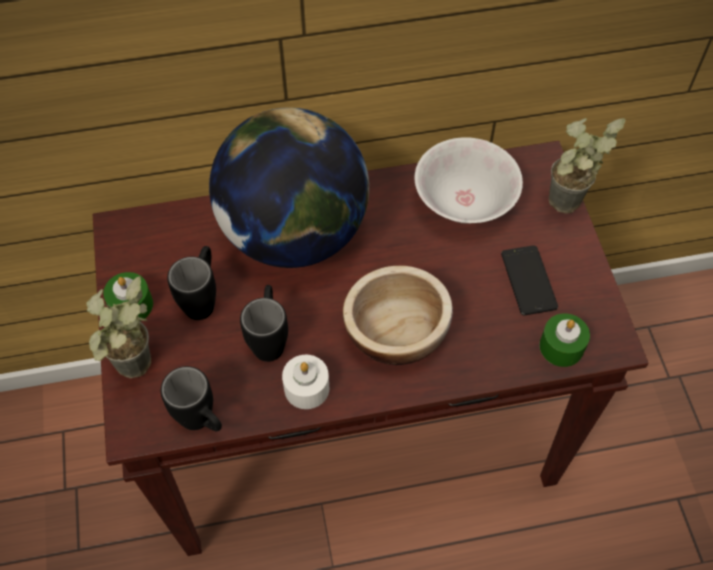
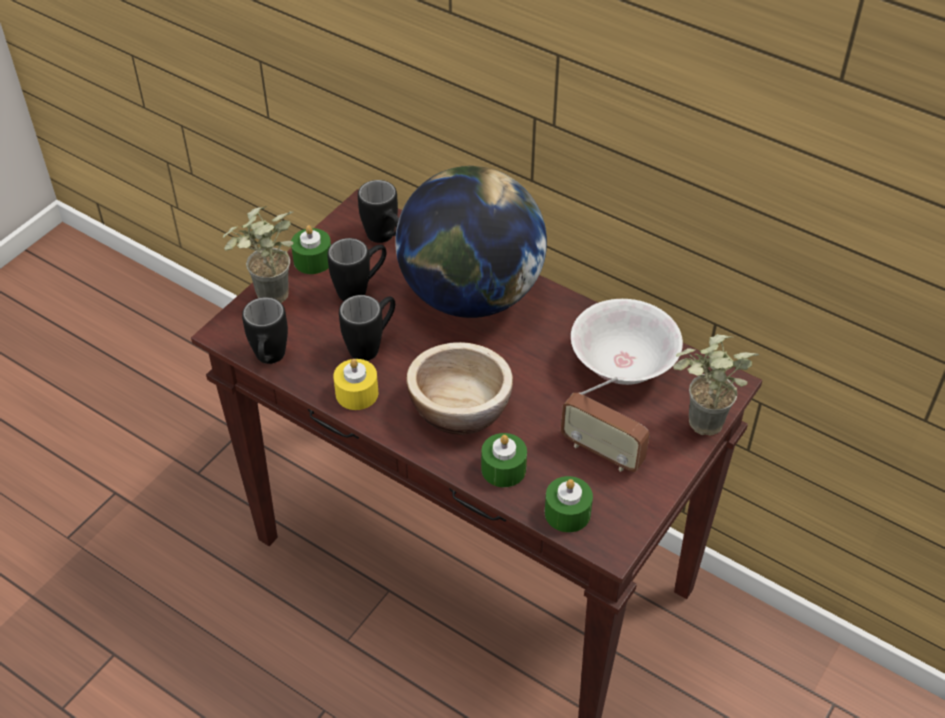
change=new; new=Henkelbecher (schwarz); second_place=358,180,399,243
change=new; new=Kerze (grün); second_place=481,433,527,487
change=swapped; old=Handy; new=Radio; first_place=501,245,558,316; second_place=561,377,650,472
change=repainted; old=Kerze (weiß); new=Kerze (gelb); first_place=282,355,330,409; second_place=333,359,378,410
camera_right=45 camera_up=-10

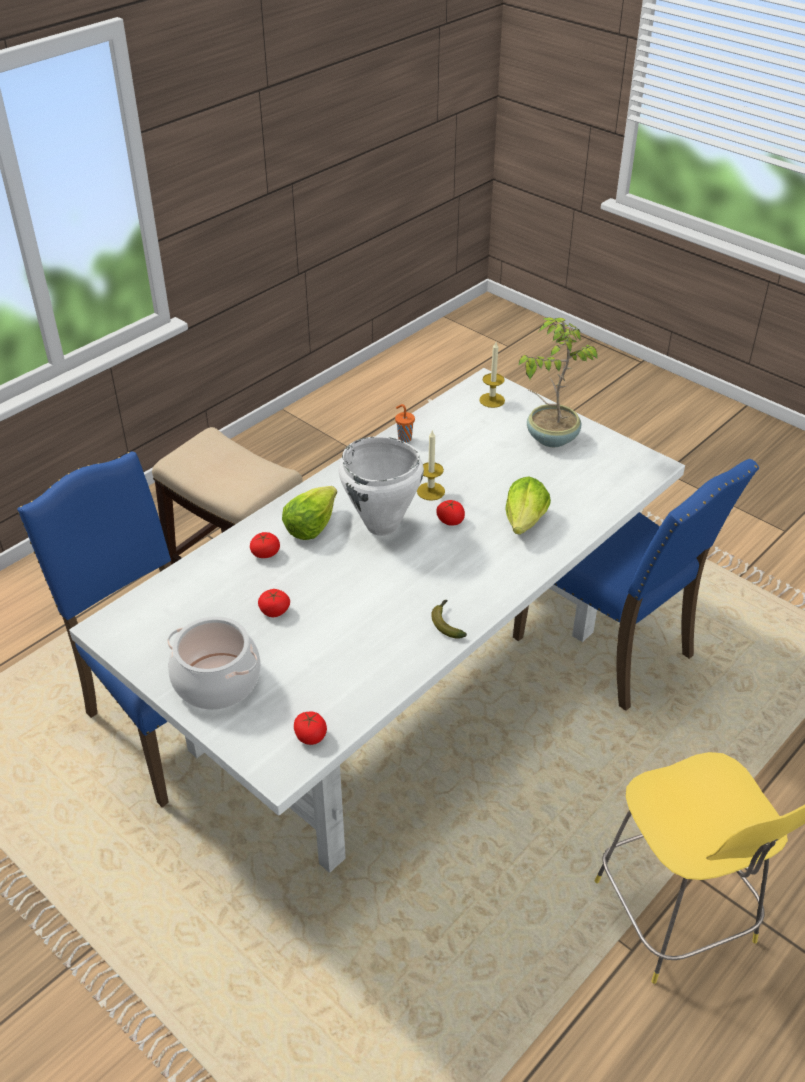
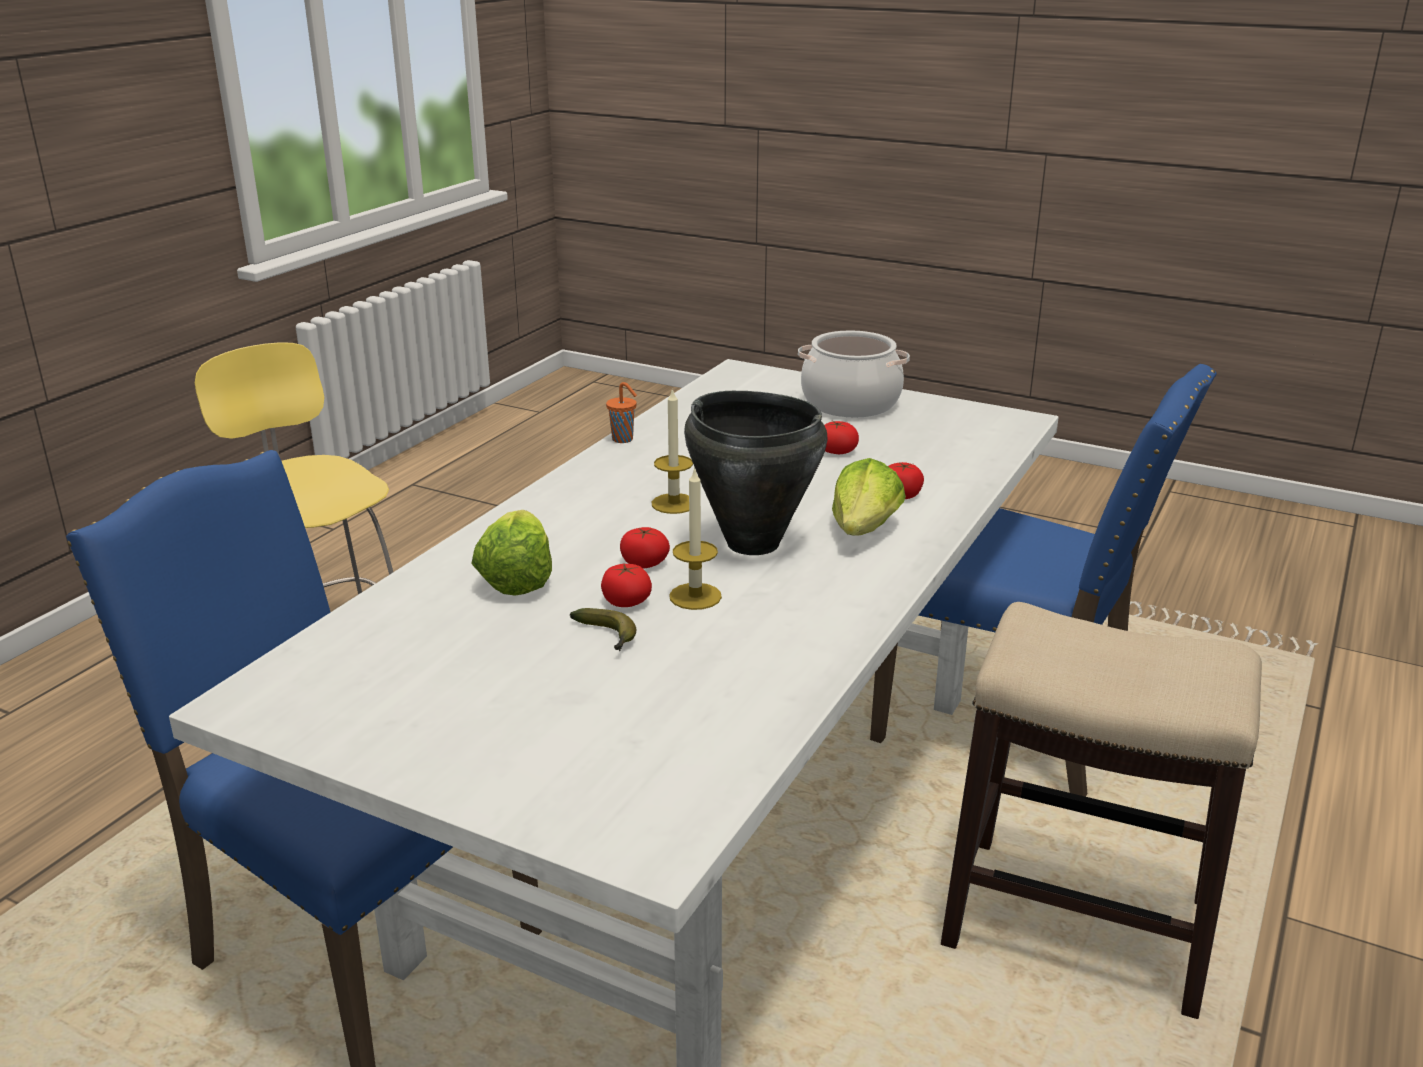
change=gone; old=Topfpflanze; first_place=519,317,598,447
change=shifted; old=Tomate; first_place=294,712,327,745; second_place=601,564,652,607
change=shifted; old=Tasse (orange); first_place=395,404,415,442; second_place=606,382,637,443
change=shifted; old=Banane; first_place=431,600,467,638; second_place=570,608,636,651
change=shifted; old=Kerze; first_place=479,342,505,408; second_place=652,388,693,514
change=repainted; old=Kochtopf (weiß); new=Kochtopf (schwarz); first_place=339,436,424,536; second_place=684,391,827,555
camera_right=165 camera_up=-15

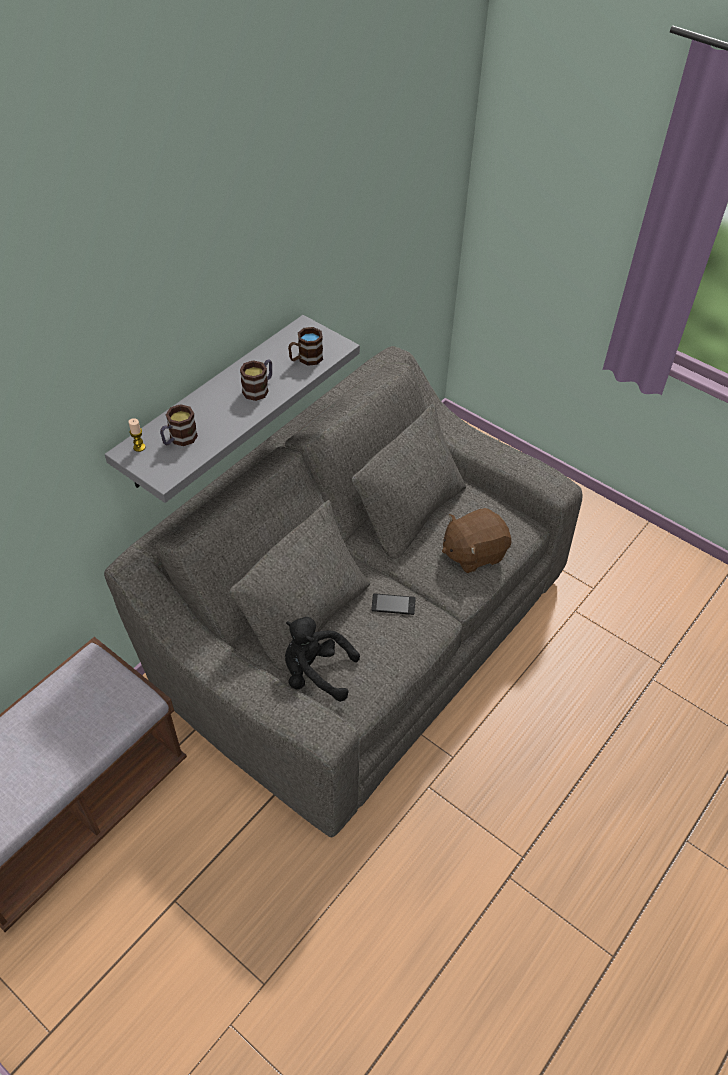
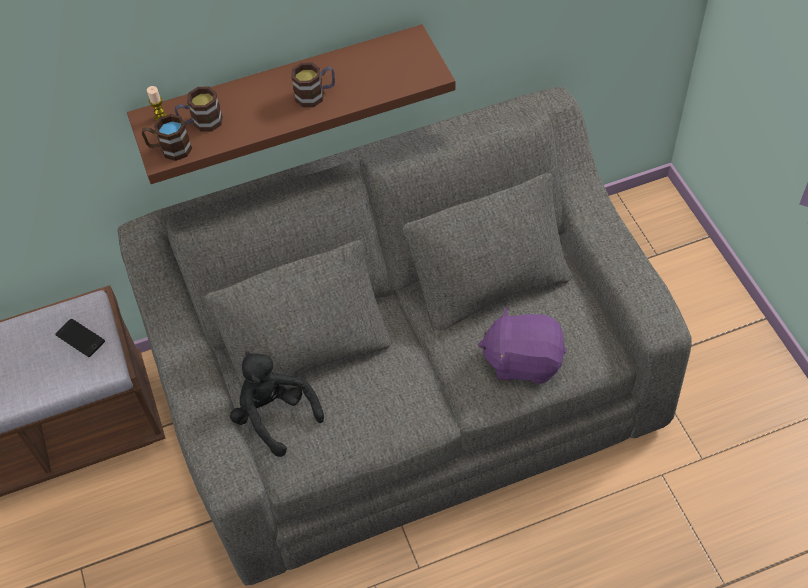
change=shifted; old=Henkelbecher (braun); first_place=288,327,323,366; second_place=142,114,192,161
change=shifted; old=Handy; first_place=371,593,416,615; second_place=55,319,105,357
change=repainted; old=Wandregal (grau); new=Wandregal (braun); first_place=105,315,360,503; second_place=127,24,456,184
change=repainted; old=Plüschtier (braun); new=Plüschtier (lila); first_place=442,508,511,573; second_place=478,306,566,384
camera_right=35 camera_up=5

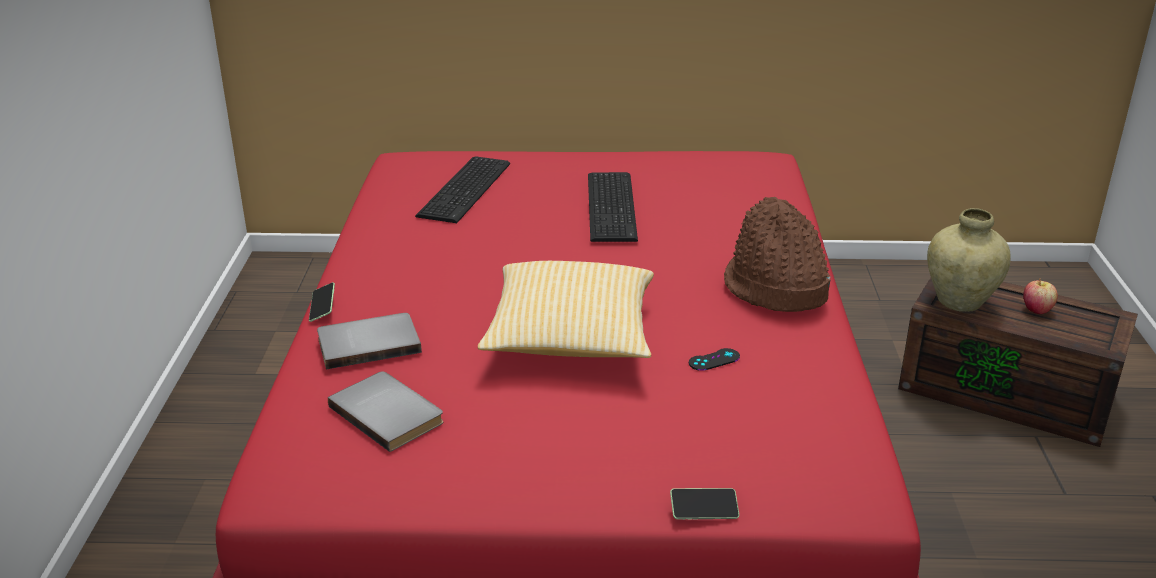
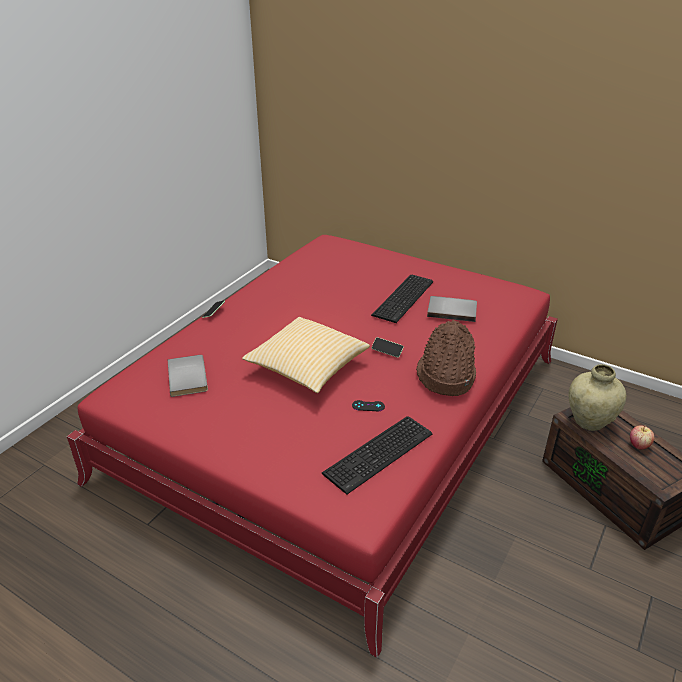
change=shifted; old=Buch (grau); first_place=317,313,422,369; second_place=427,296,477,322
change=shifted; old=Tastatur; first_place=415,156,510,223; second_place=322,416,432,495
change=shifted; old=Handy; first_place=670,488,739,520; second_place=371,337,404,358
camera_right=30 camera_up=5

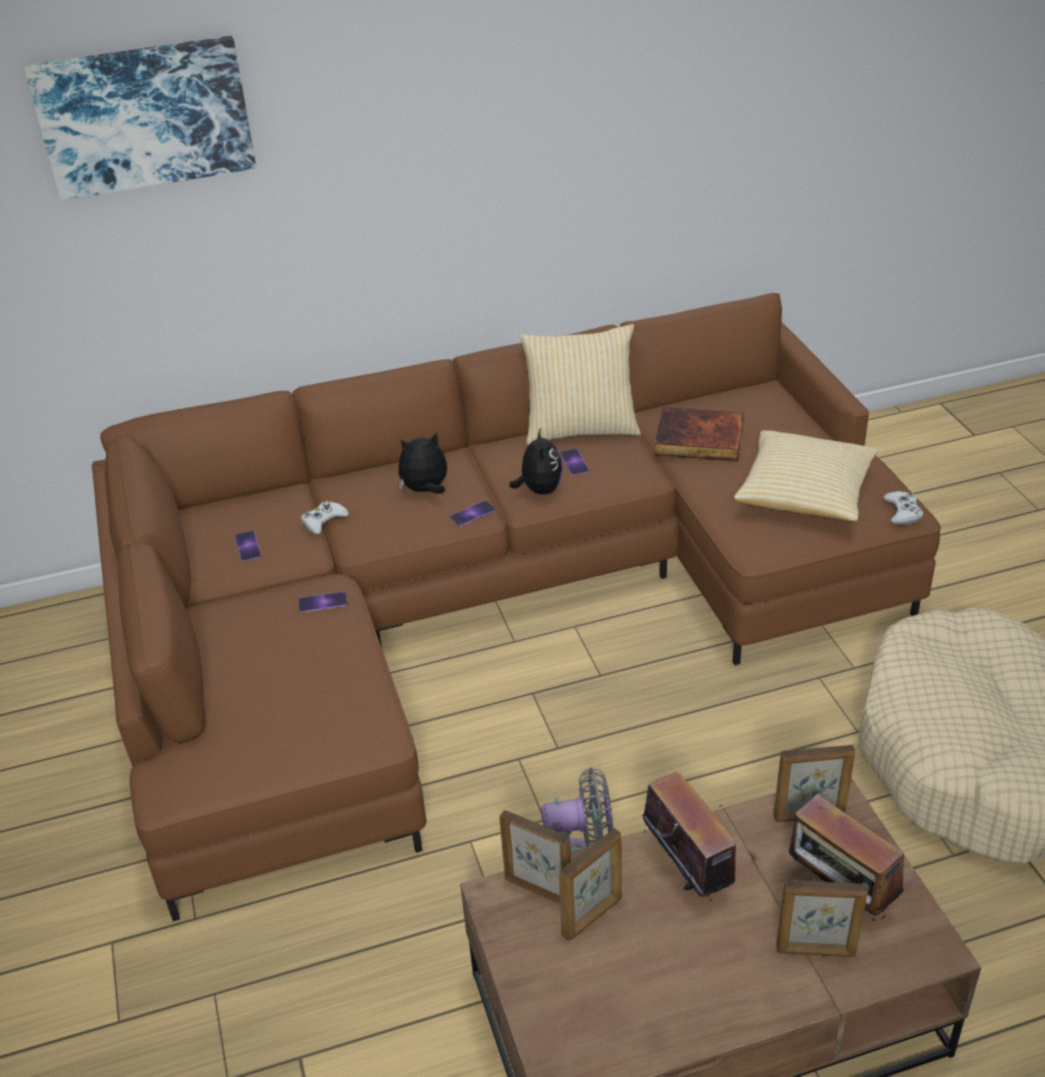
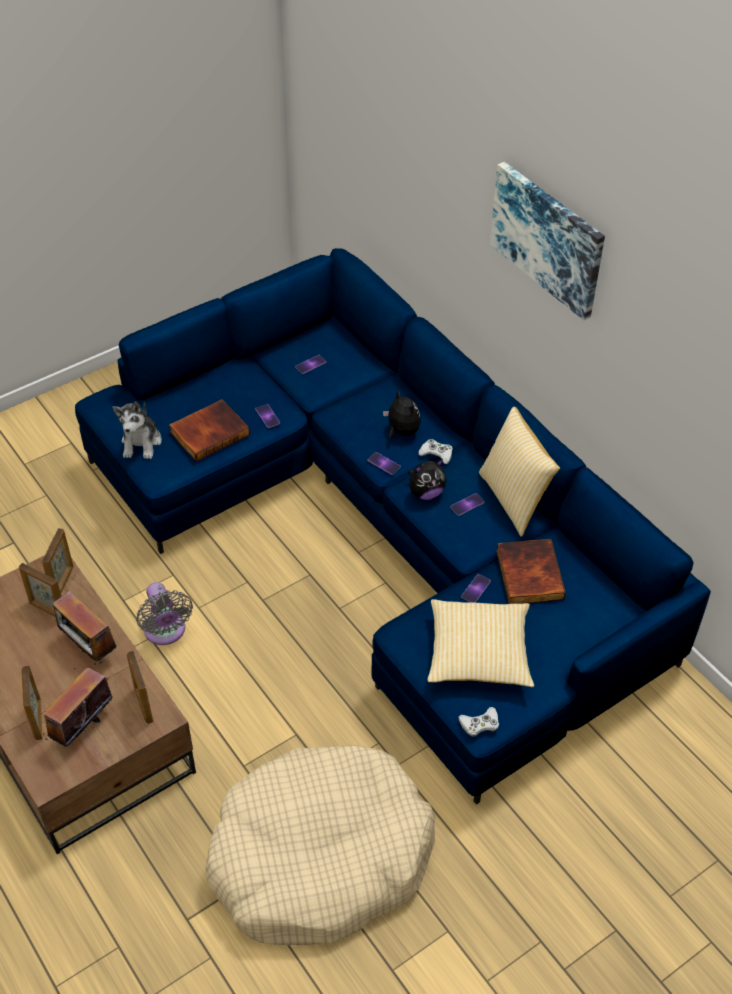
change=new; new=Plüschtier; second_place=112,401,162,459
change=new; new=Buch; second_place=169,399,250,461
change=new; new=Handy; second_place=461,574,491,603
change=shifted; old=Bild; first_place=24,36,256,200; second_place=490,162,605,320
change=shifted; old=Gamepad (weiß); first_place=301,501,349,535; second_place=419,439,453,464
change=repainted; old=Sofa (braun); new=Sofa (blau); first_place=92,293,941,921; second_place=75,248,711,805
change=rotated; old=Radio; first_place=643,772,736,904; second_place=53,591,117,665; degrees=90
camera_right=70 camera_up=10

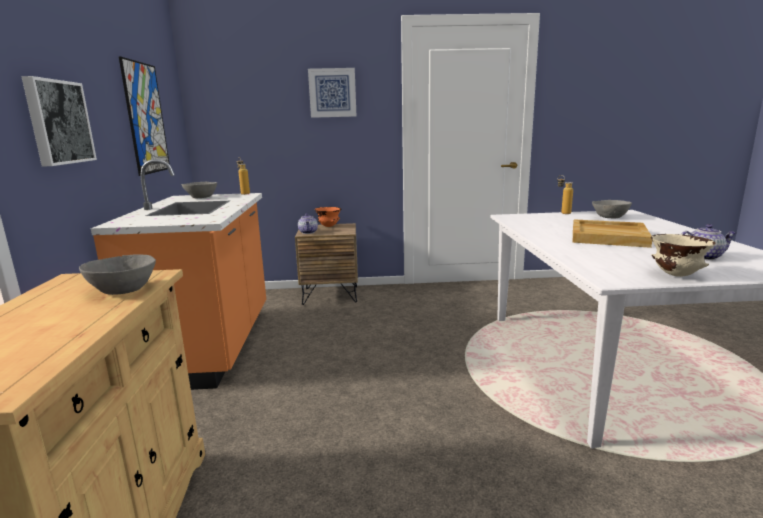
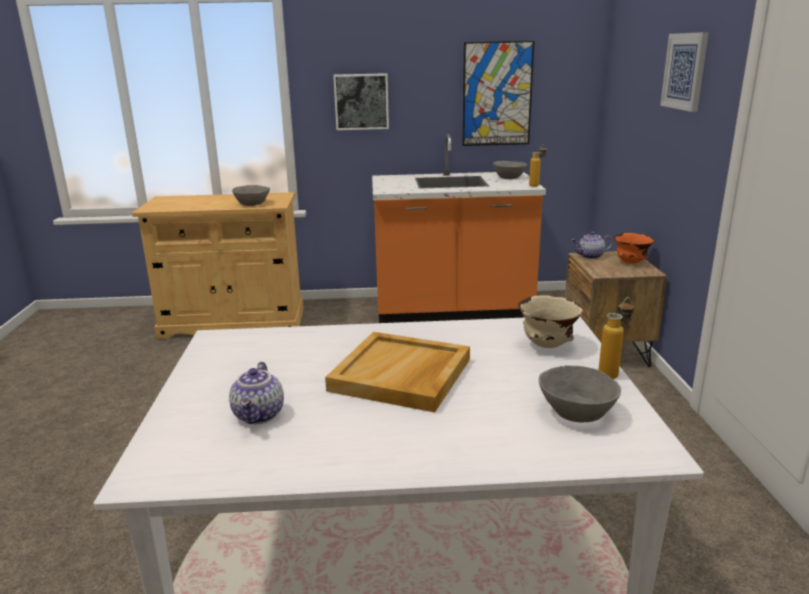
change=shifted; old=Schüssel (beige); first_place=651,234,715,277; second_place=518,295,583,348
camera_right=90 camera_up=5

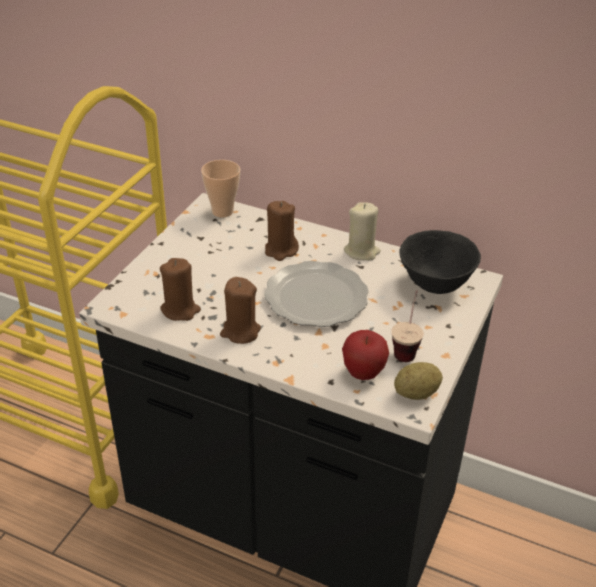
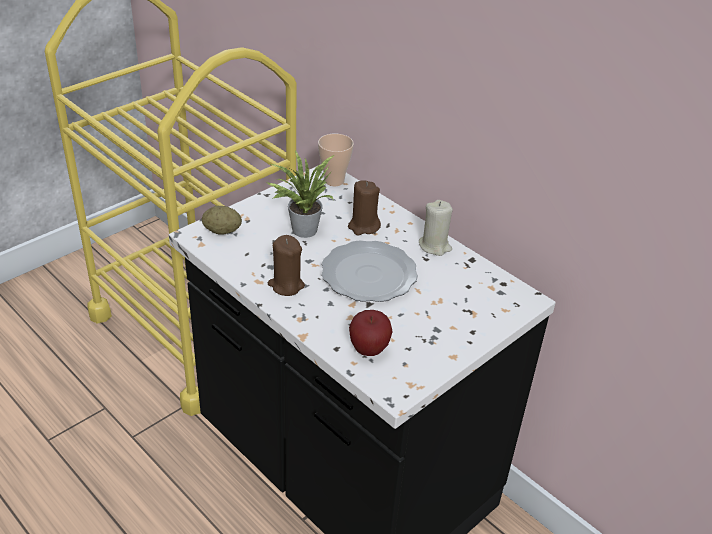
change=gone; old=Kerze (braun); first_place=160,258,201,321
change=gone; old=Tasse; first_place=391,290,424,362
change=gone; old=Schüssel (schwarz); first_place=399,230,481,294
change=new; new=Topfpflanze; second_place=266,151,334,238
change=shifted; old=Kartoffel; first_place=394,362,443,400; second_place=202,206,242,235
camera_right=20 camera_up=0

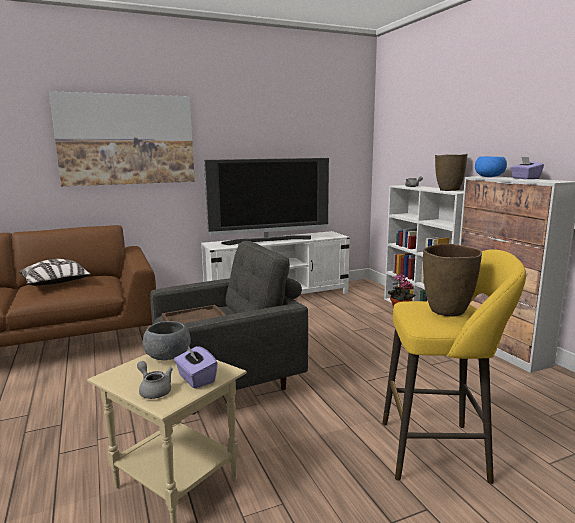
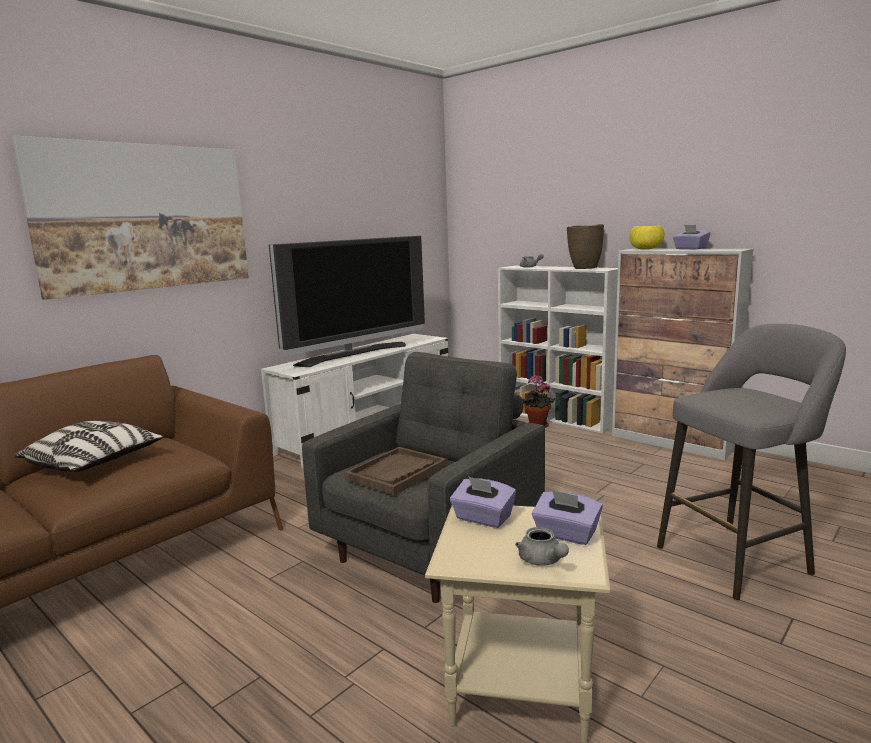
change=gone; old=Vase (braun); first_place=423,244,482,316
change=swapped; old=Schüssel (grau); new=Taschentuchbox (lila); first_place=143,321,191,360; second_place=450,476,516,528
change=repainted; old=Hocker (gelb); new=Hocker (grau); first_place=382,249,526,484; second_place=657,324,846,600
change=repainted; old=Schüssel (blau); new=Schüssel (gelb); first_place=475,156,507,177; second_place=629,226,665,250
change=rotated; old=Teekanne (grau); first_place=137,361,173,399; second_place=515,527,569,566; degrees=-135
camera_right=-25 camera_up=0

